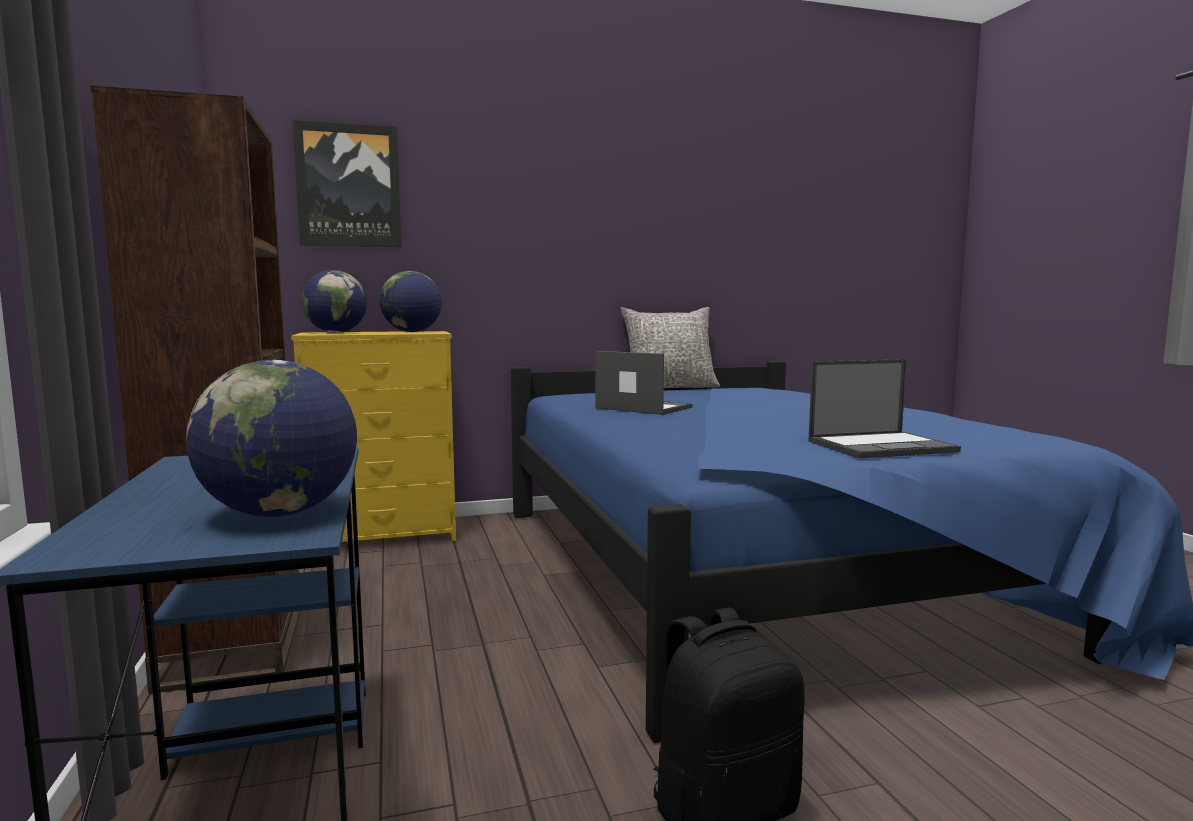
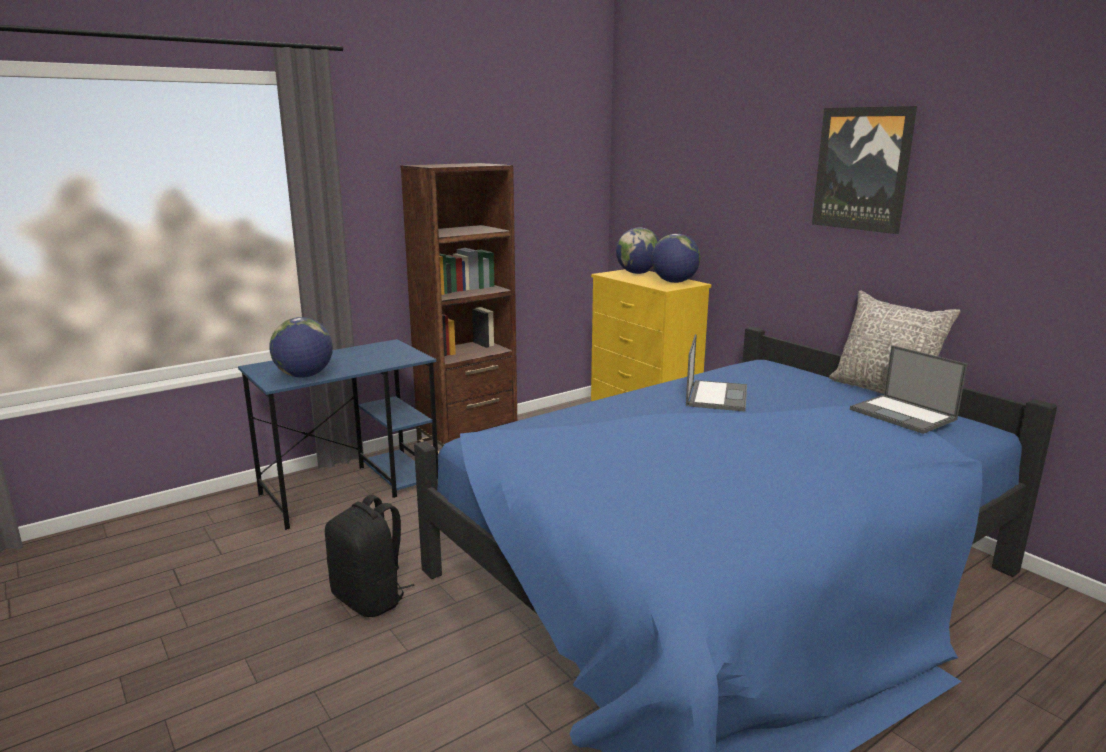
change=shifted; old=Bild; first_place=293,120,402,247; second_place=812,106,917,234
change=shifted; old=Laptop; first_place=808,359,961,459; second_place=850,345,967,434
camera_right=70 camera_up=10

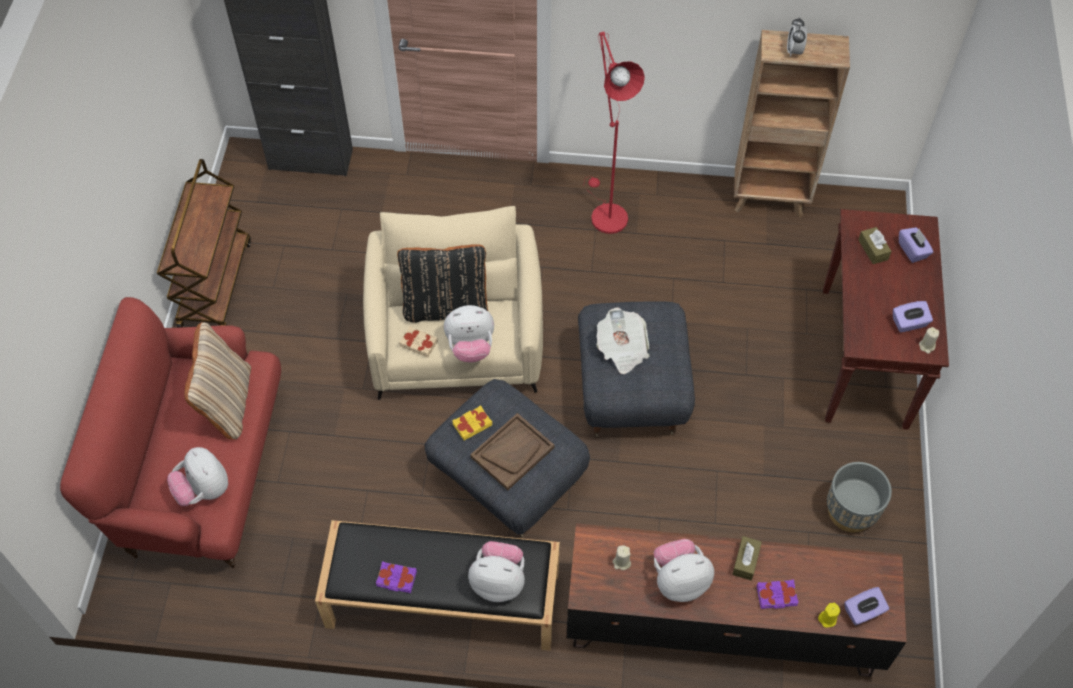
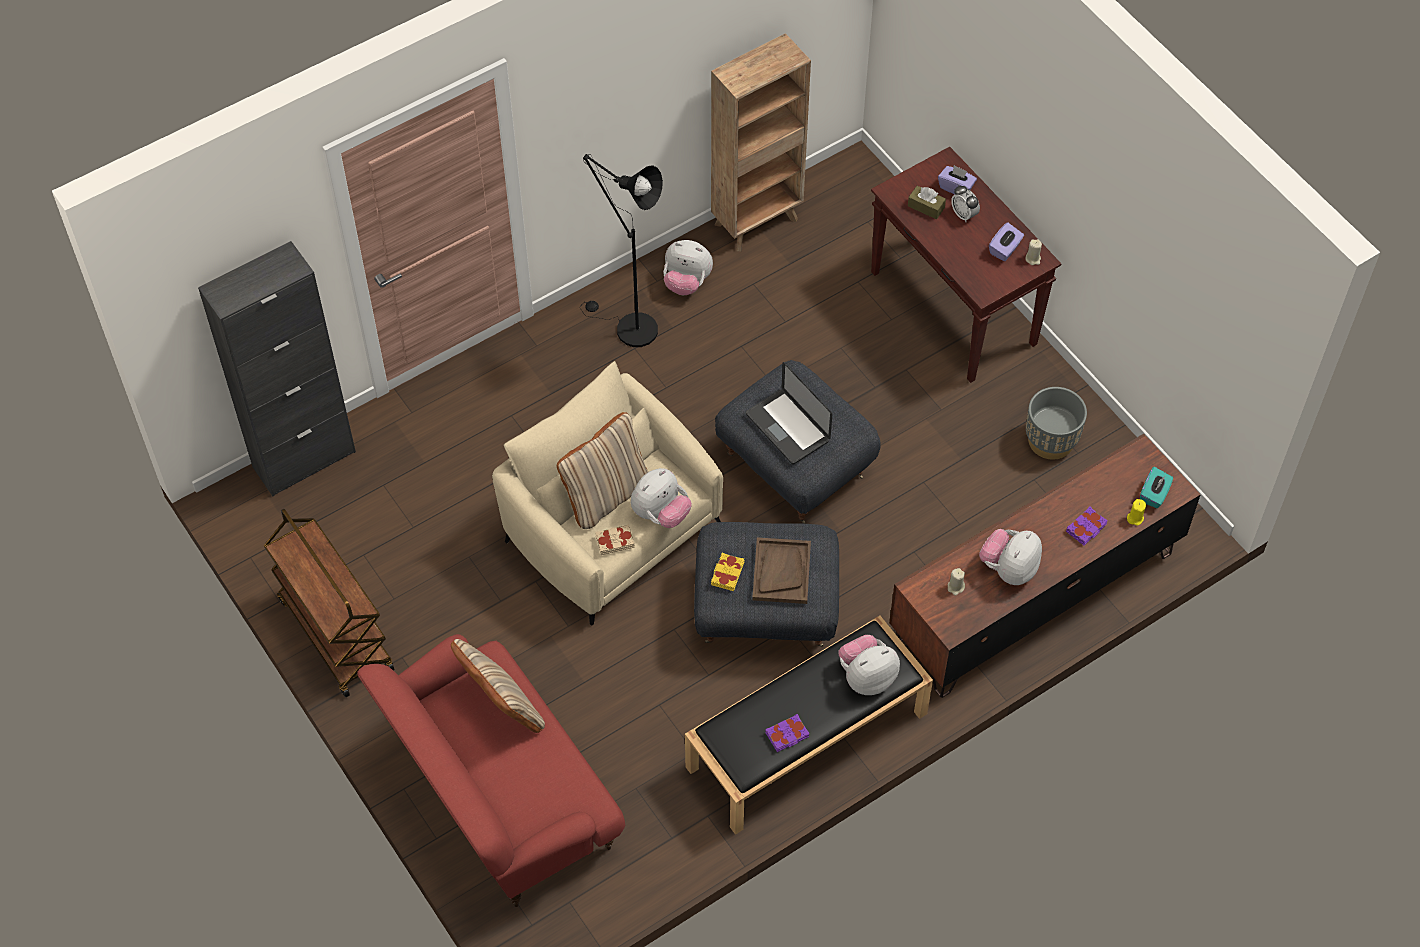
change=gone; old=Taschentuchbox (braun); first_place=732,536,762,580
change=shifted; old=Plüschtier; first_place=167,447,228,506; second_place=663,240,713,295
change=shifted; old=Wecker; first_place=787,18,807,57; second_place=951,185,980,222
change=swapped; old=Zeitung; new=Laptop; first_place=596,307,649,374; second_place=746,362,832,464
change=repainted; old=Kissen (schwarz); new=Kissen (beige); first_place=397,244,488,323; second_place=557,412,649,529
change=repainted; old=Stehlampe (rot); new=Stehlampe (schwarz); first_place=583,32,645,234; second_place=580,154,663,347
change=repainted; old=Taschentuchbox (lila); new=Taschentuchbox (türkis); first_place=844,587,889,626; second_place=1140,467,1173,508
camera_right=-40 camera_up=0

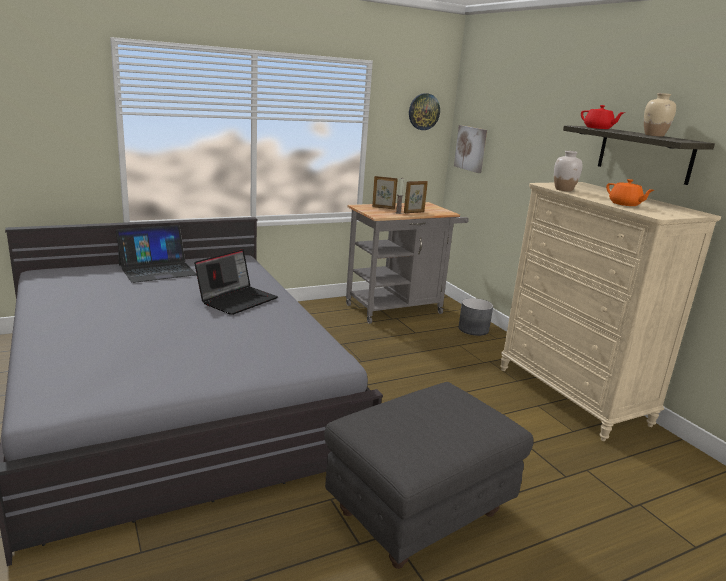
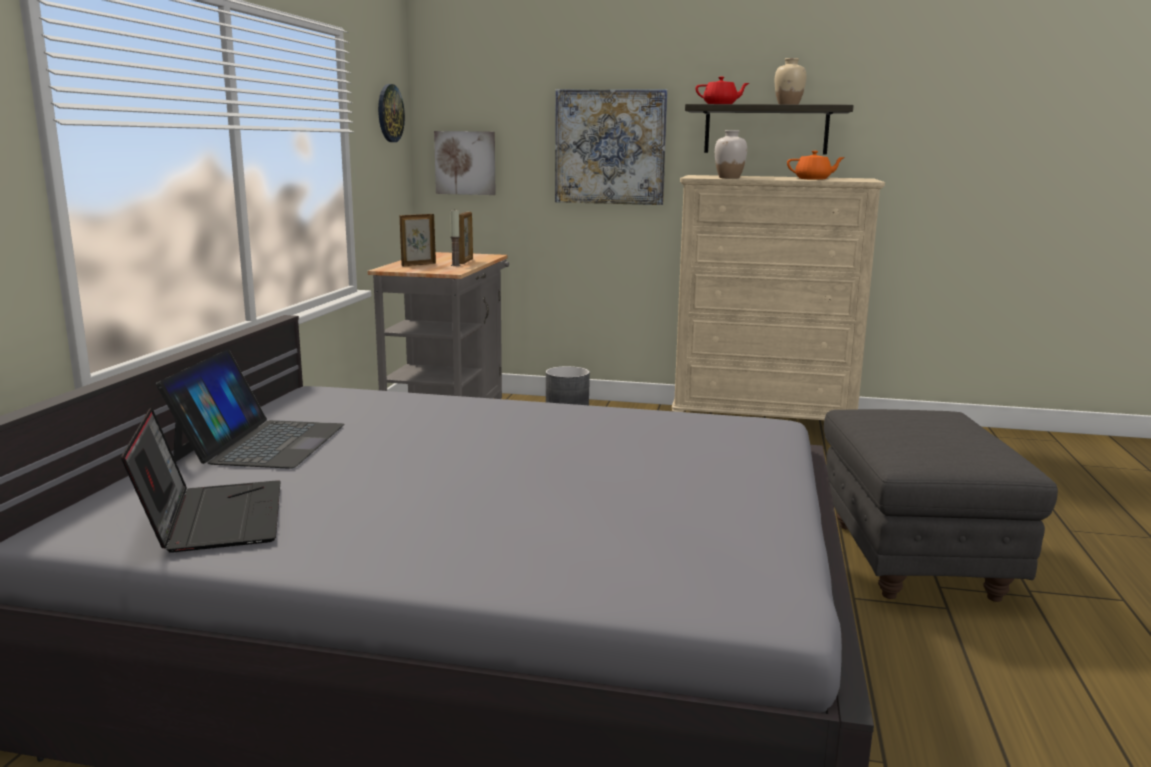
change=new; new=Bild; second_place=555,89,668,205
change=shifted; old=Laptop; first_place=194,249,278,315; second_place=121,408,281,553
camera_right=-50 camera_up=-5

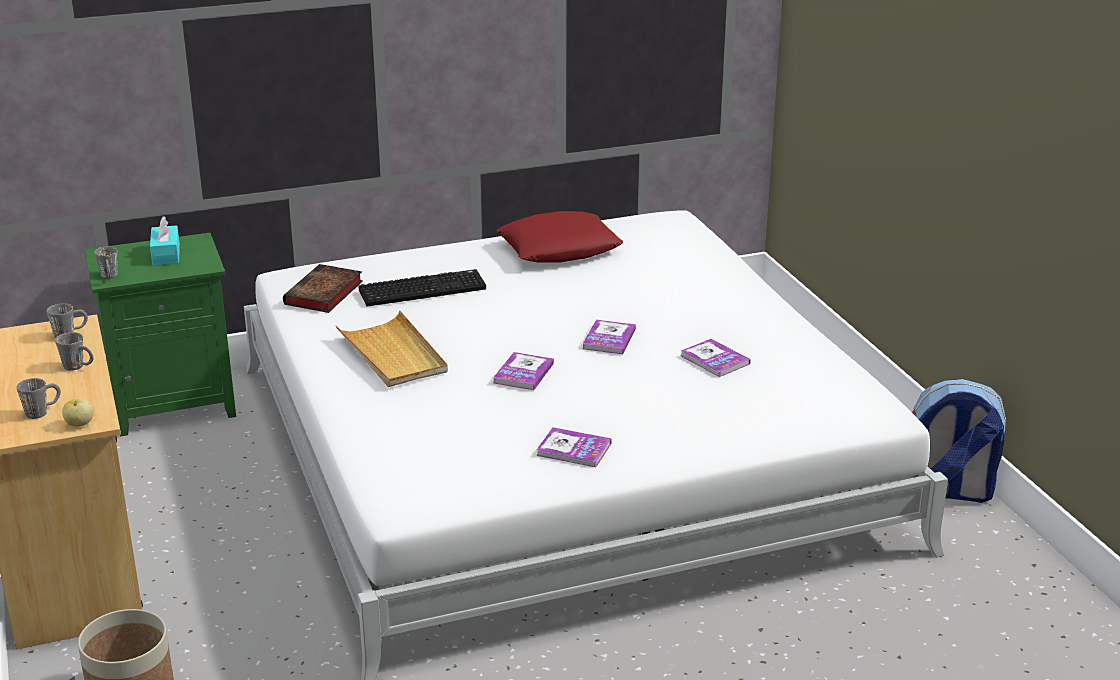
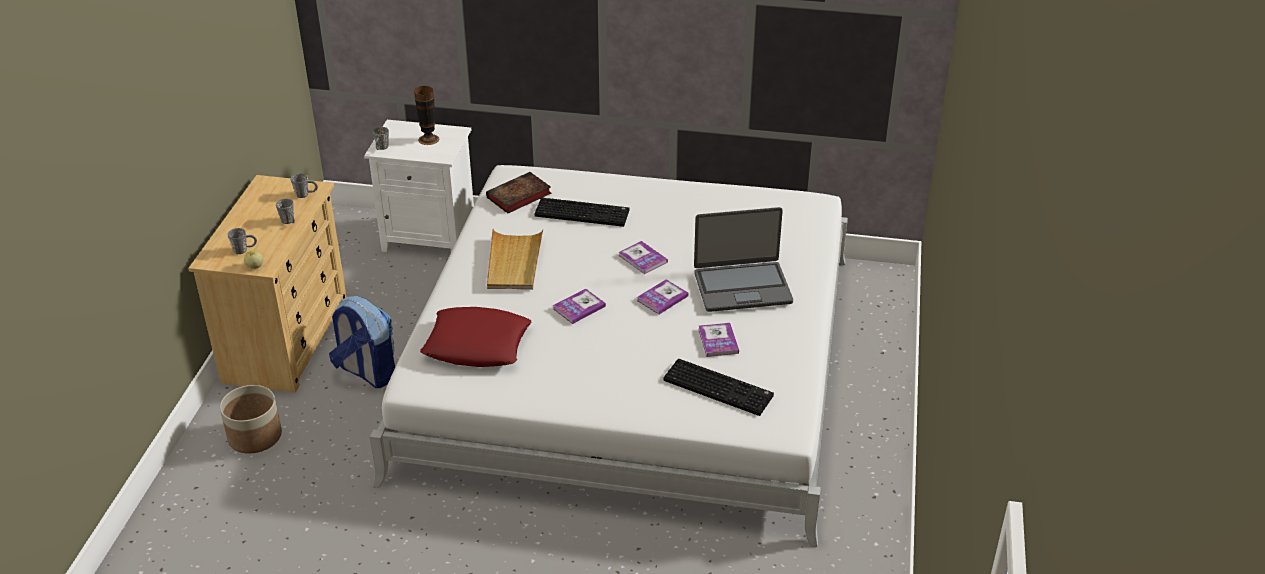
change=new; new=Tastatur; second_place=663,359,774,416
change=new; new=Laptop; second_place=694,207,793,312
change=shifted; old=Kissen (rot); first_place=496,211,623,263; second_place=420,307,532,367
change=shifted; old=Buch; first_place=536,427,611,467; second_place=618,241,668,274
change=shifted; old=Rucksack; first_place=912,379,1006,503; second_place=329,296,395,388
change=swapped; old=Taschentuchbox (türkis); new=Vase; first_place=150,216,180,266; second_place=414,86,439,145
change=repainted; old=Nachttisch (grün); new=Nachttisch (weiß); first_place=84,233,236,437; second_place=364,120,474,252
camera_right=30 camera_up=10

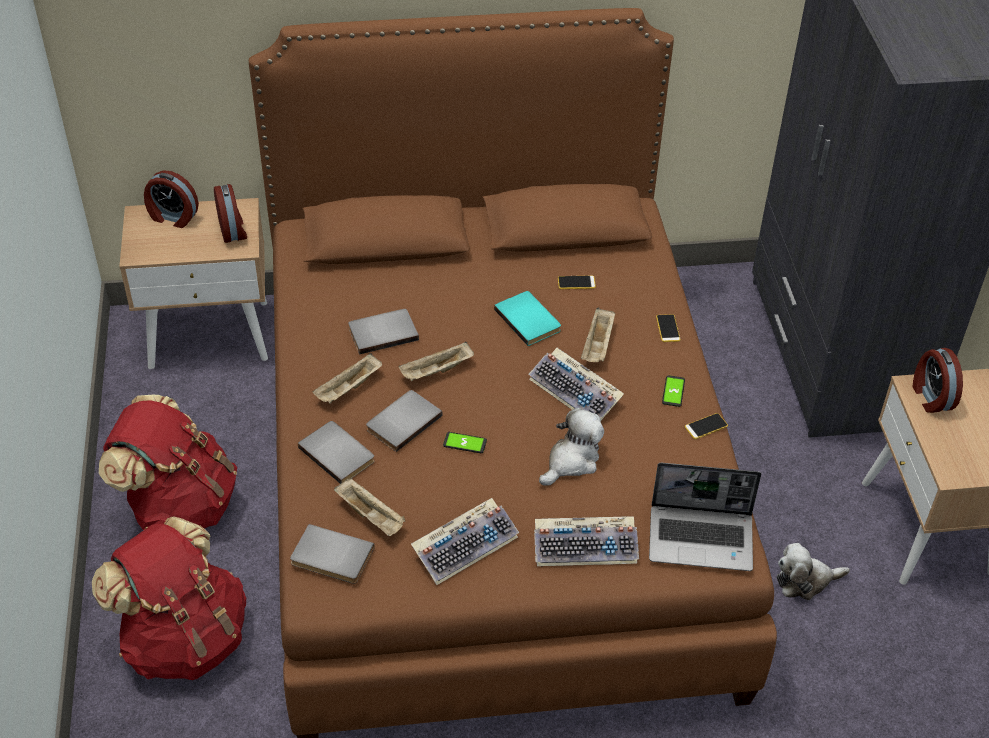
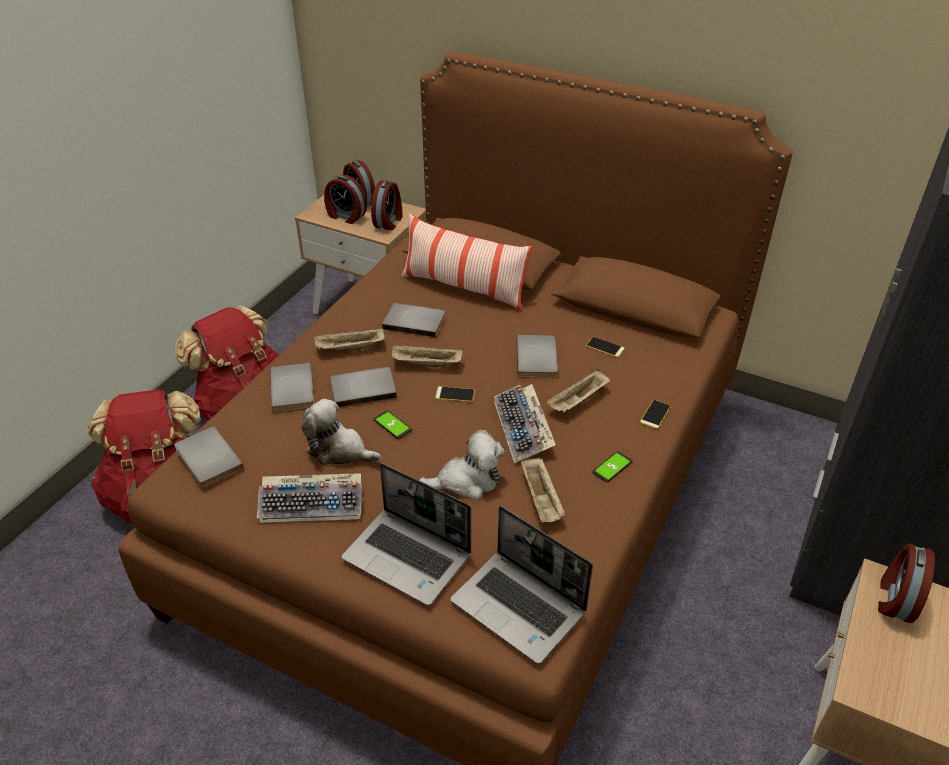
change=new; new=Wecker; second_place=324,175,367,224
change=new; new=Kissen; second_place=401,214,532,310
change=shifted; old=Tablett (beige); first_place=334,478,405,536; second_place=521,457,565,522
change=shifted; old=Handy; first_place=685,413,728,439; second_place=435,386,475,402
change=shifted; old=Plüschtier; first_place=776,543,850,600; second_place=301,399,381,465
change=swapped; old=Tastatur; new=Laptop; first_place=534,516,639,566; second_place=342,463,471,606
change=repainted; old=Buch (türkis); new=Buch (grau); first_place=494,291,561,346; second_place=517,335,558,378
camera_right=35 camera_up=-5

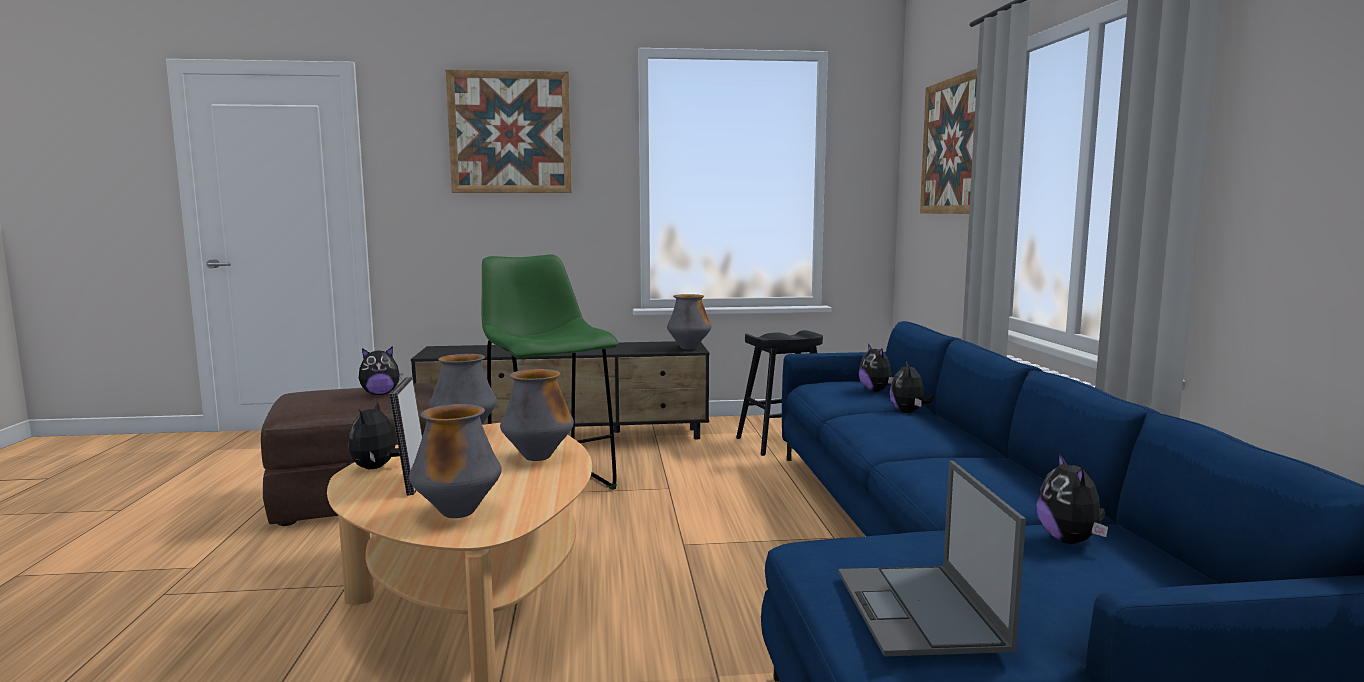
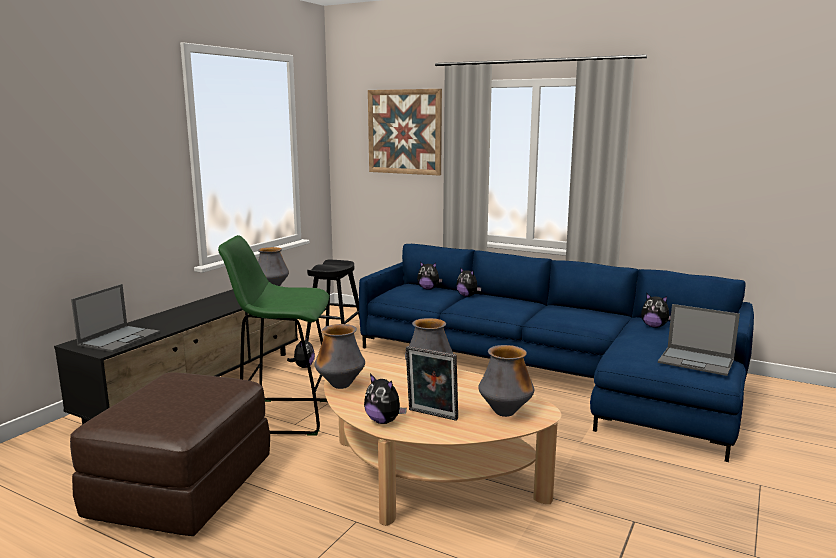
change=gone; old=Bild; first_place=446,70,572,193
change=new; new=Laptop; second_place=71,284,160,352
change=shifted; old=Plüschtier; first_place=359,346,402,395; second_place=287,336,315,368
camera_right=-55 camera_up=5

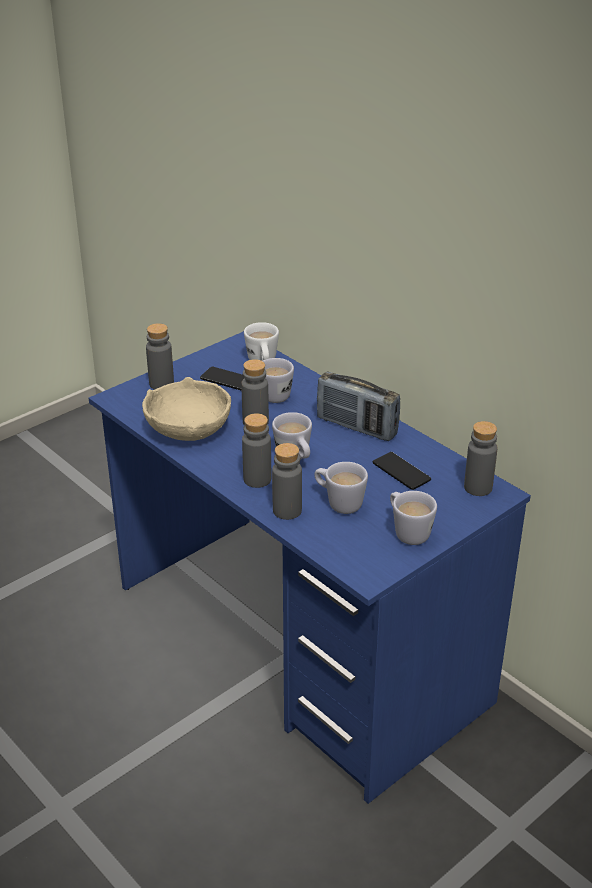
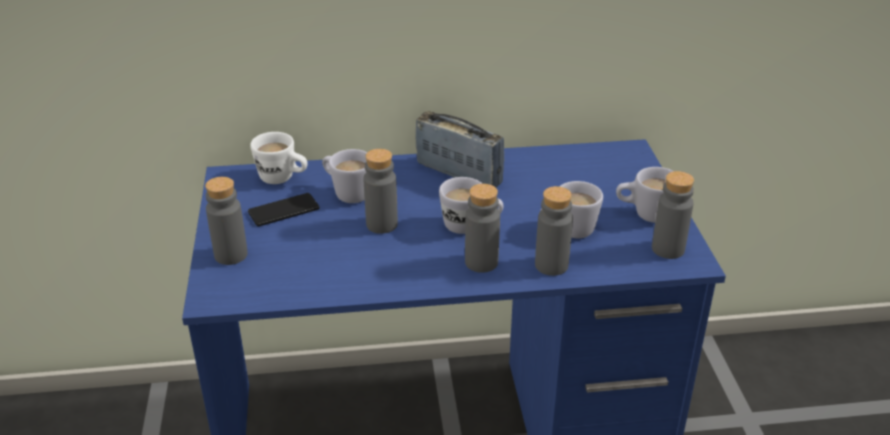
change=gone; old=Schüssel (beige); first_place=142,377,231,441
change=gone; old=Handy; first_place=373,452,431,490
change=shifted; old=Flasche (grau); first_place=464,421,497,496; second_place=652,171,694,259
change=rotated; old=Radio; first_place=317,371,400,441; second_place=415,111,504,188; degrees=-120
camera_right=-55 camera_up=0

